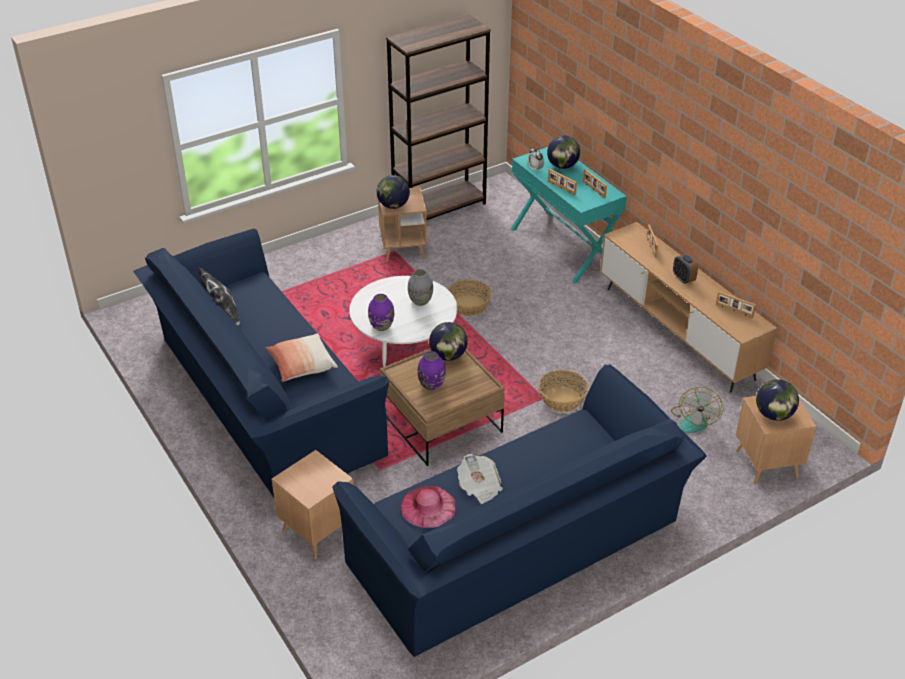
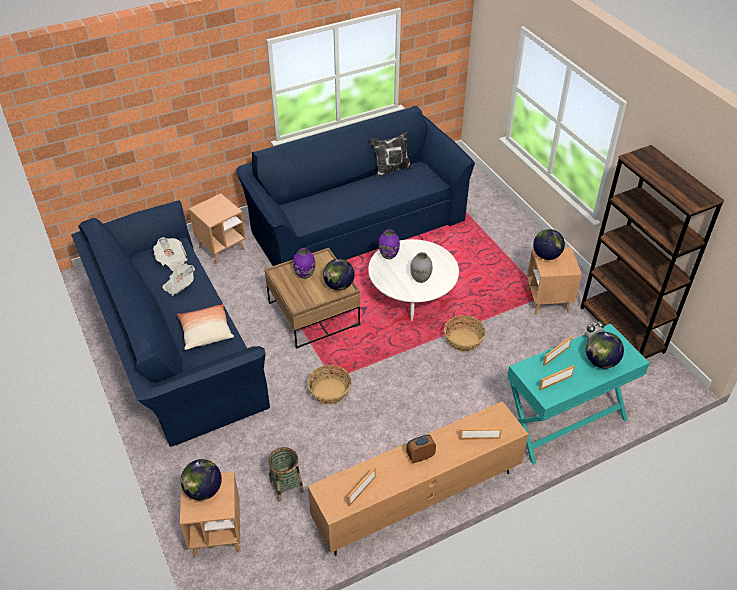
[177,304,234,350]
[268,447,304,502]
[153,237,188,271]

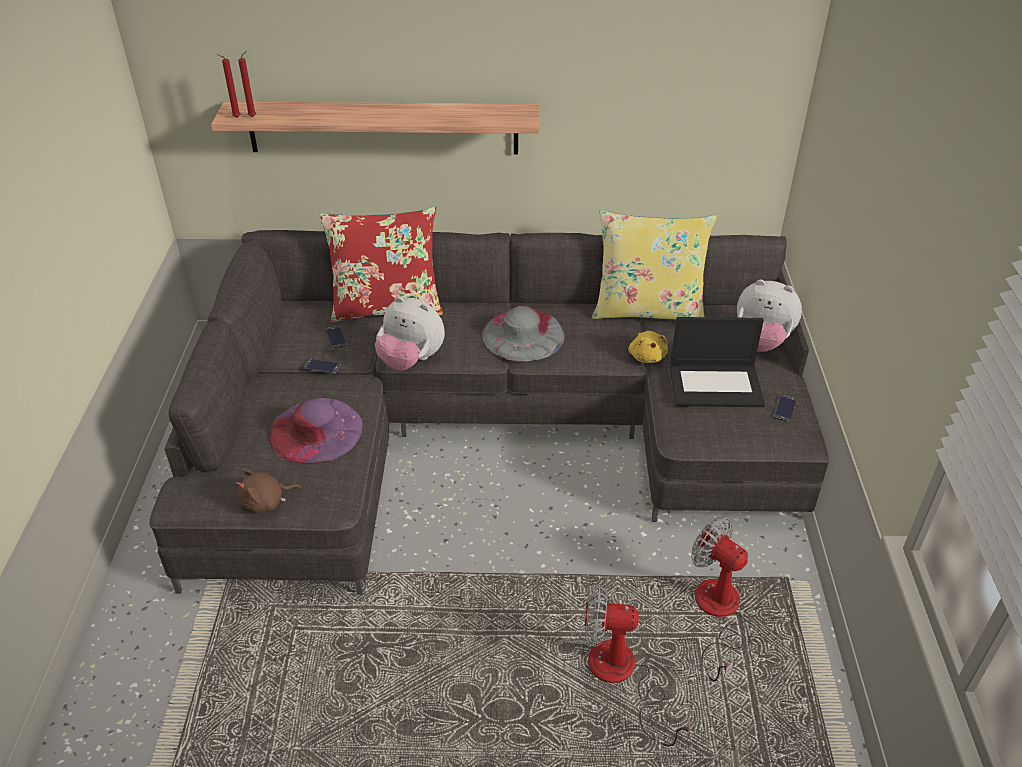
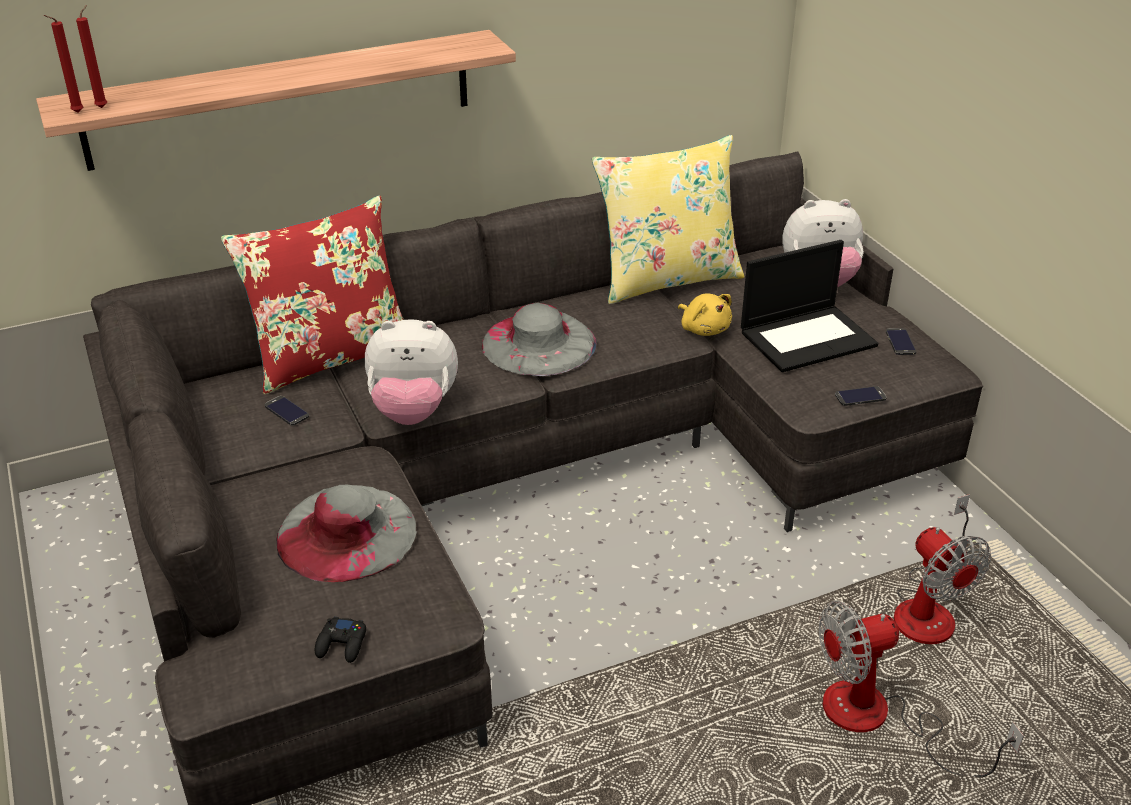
[835,386,887,406]
[277,485,417,582]
[315,617,366,663]
[894,494,991,644]

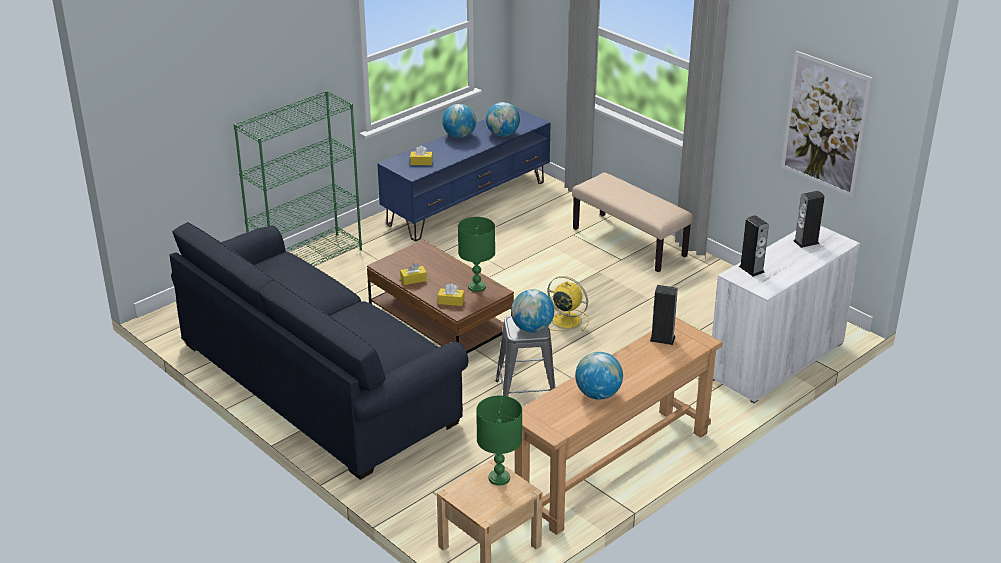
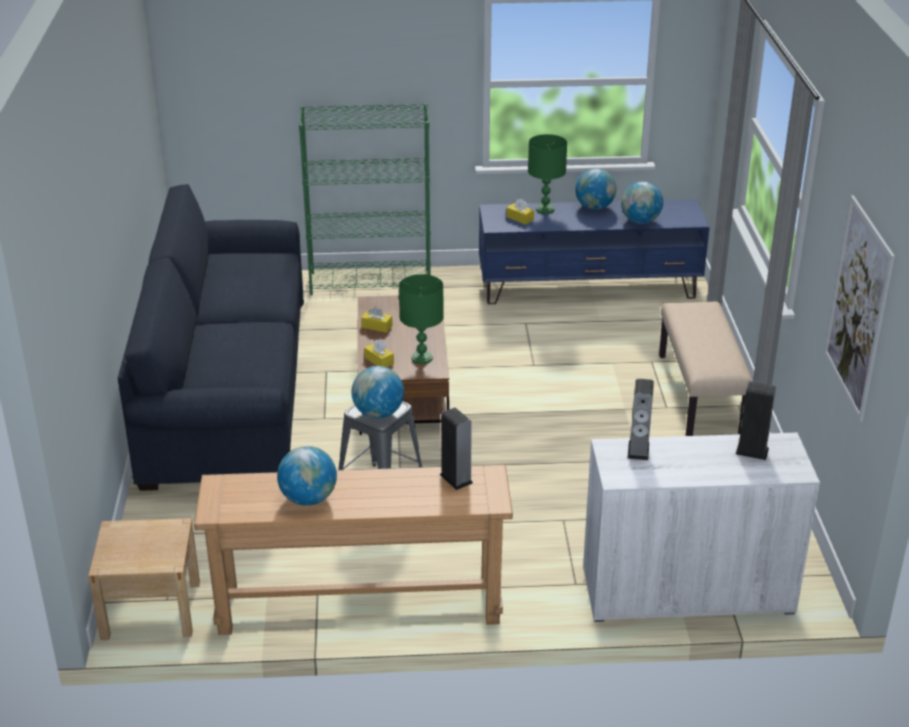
[547,276,589,331] (first image)
[528,134,567,214]

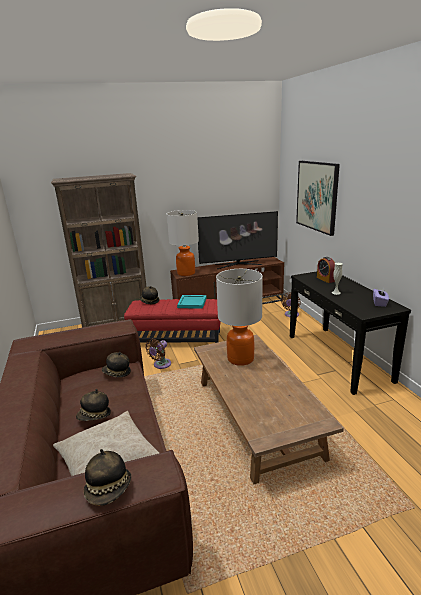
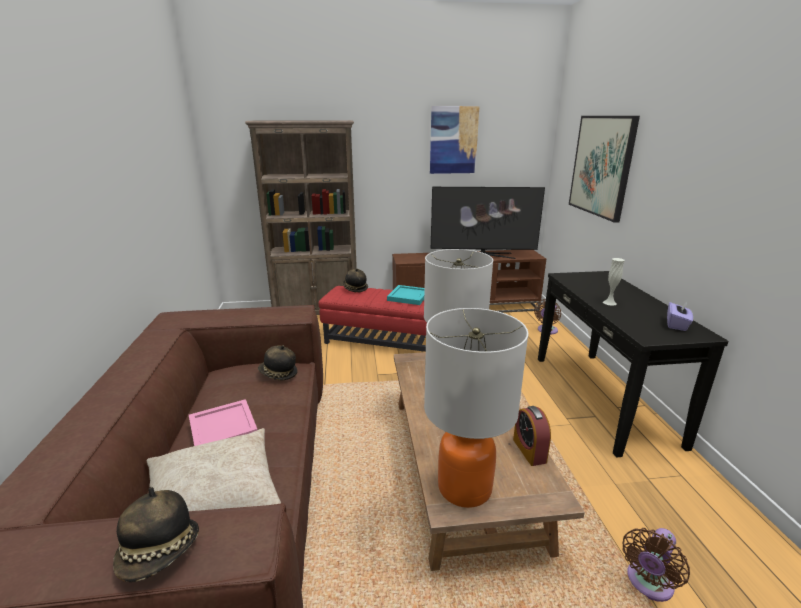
[424,308,528,508]
[513,406,551,466]
[622,528,690,602]
[189,399,258,446]
[430,106,479,174]

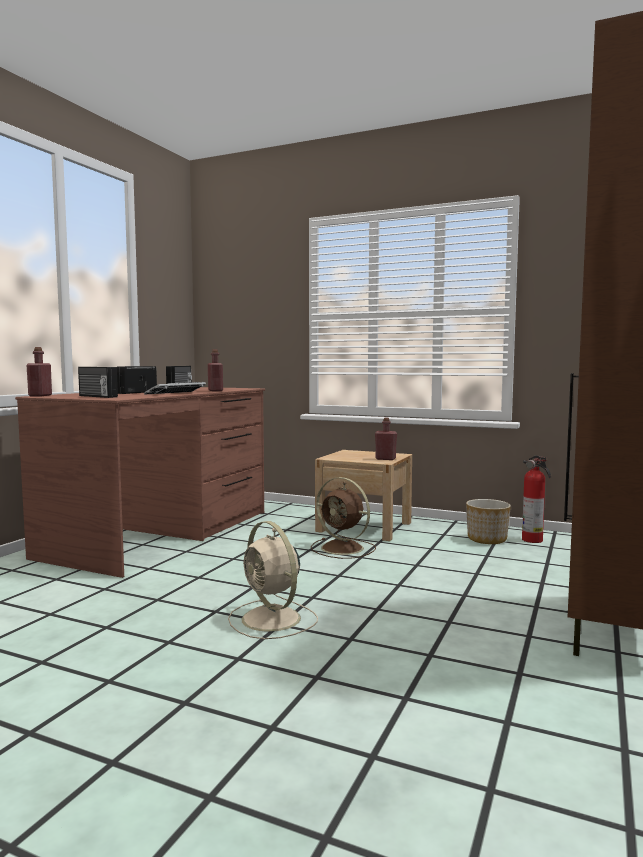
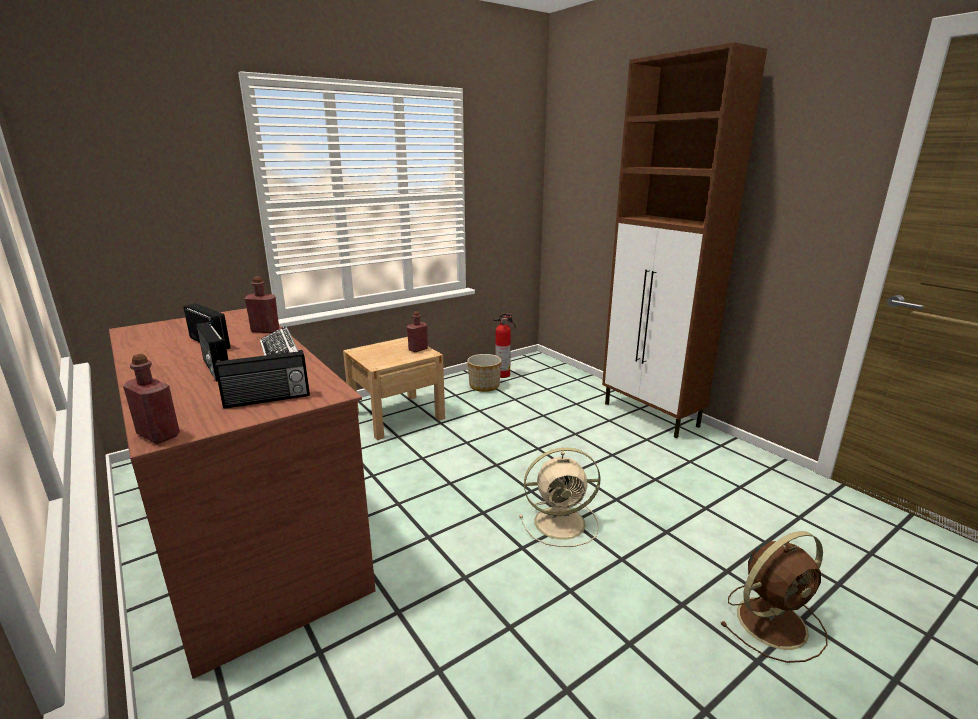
[720,531,827,663]

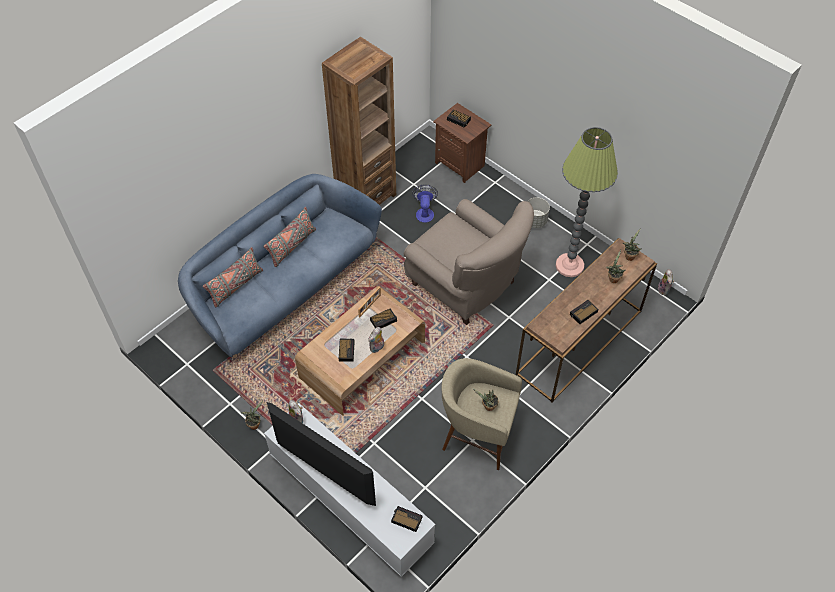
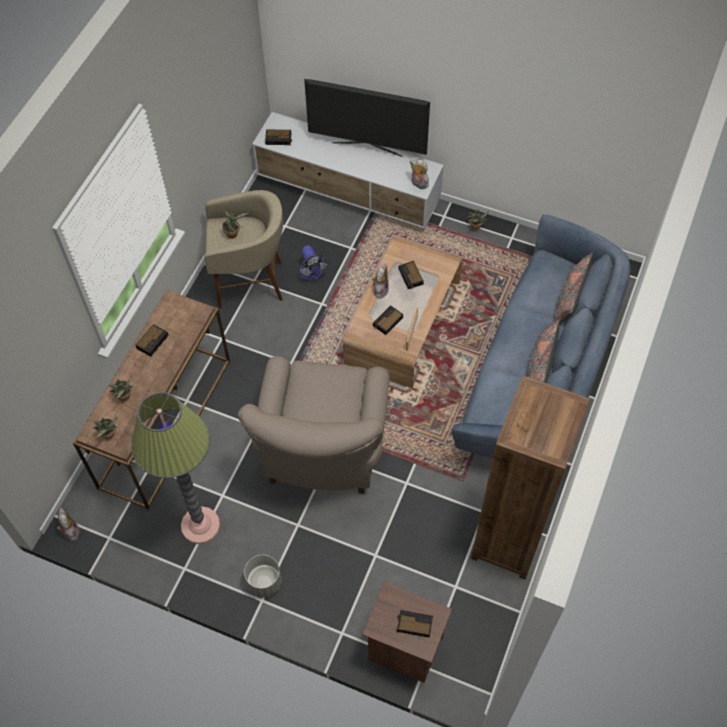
[299,245,329,280]
[238,356,390,494]

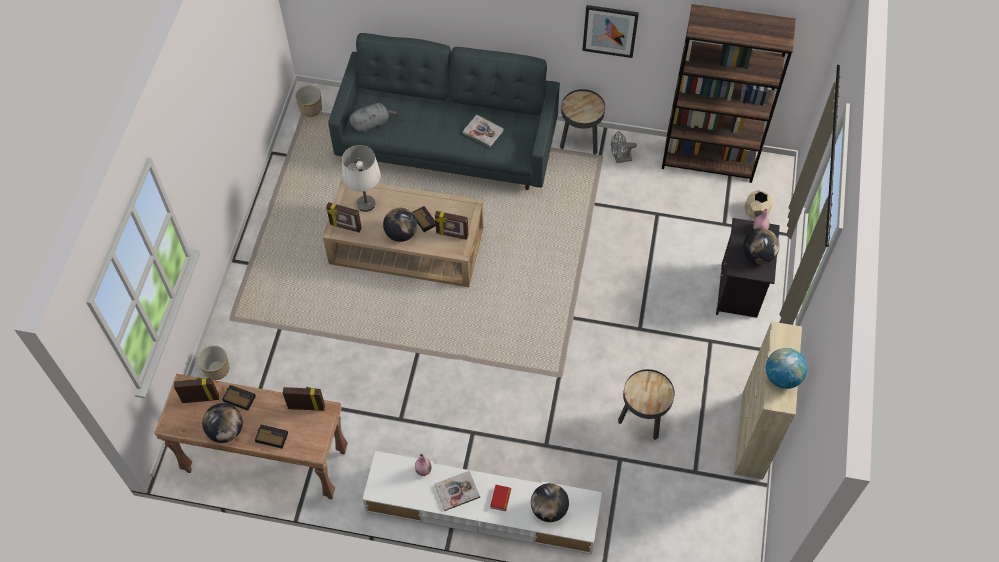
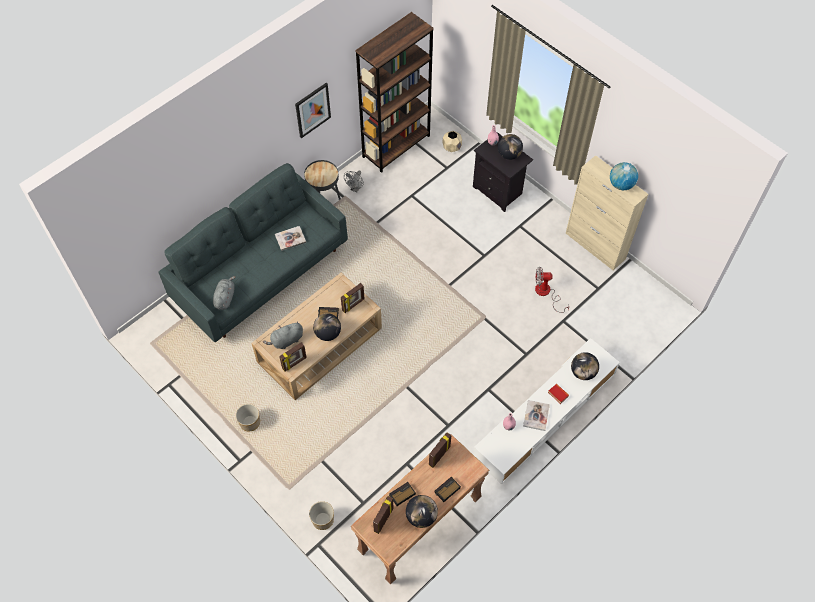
[236,404,260,431]
[263,321,303,349]
[535,267,569,313]

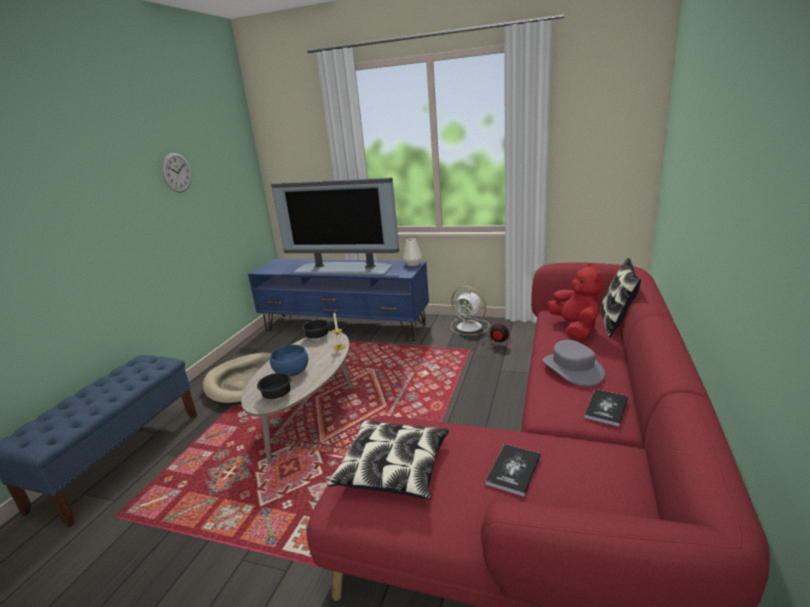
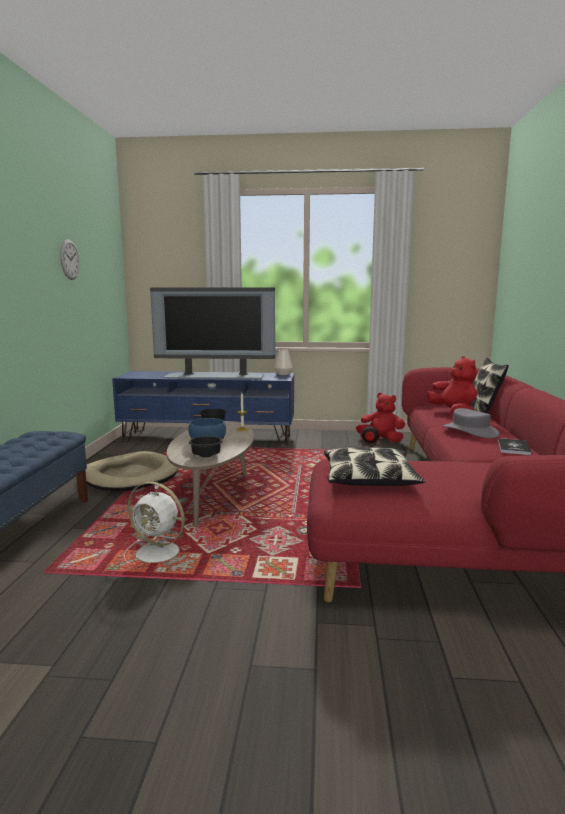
[124,482,191,563]
[486,444,541,496] (first image)
[356,393,405,442]

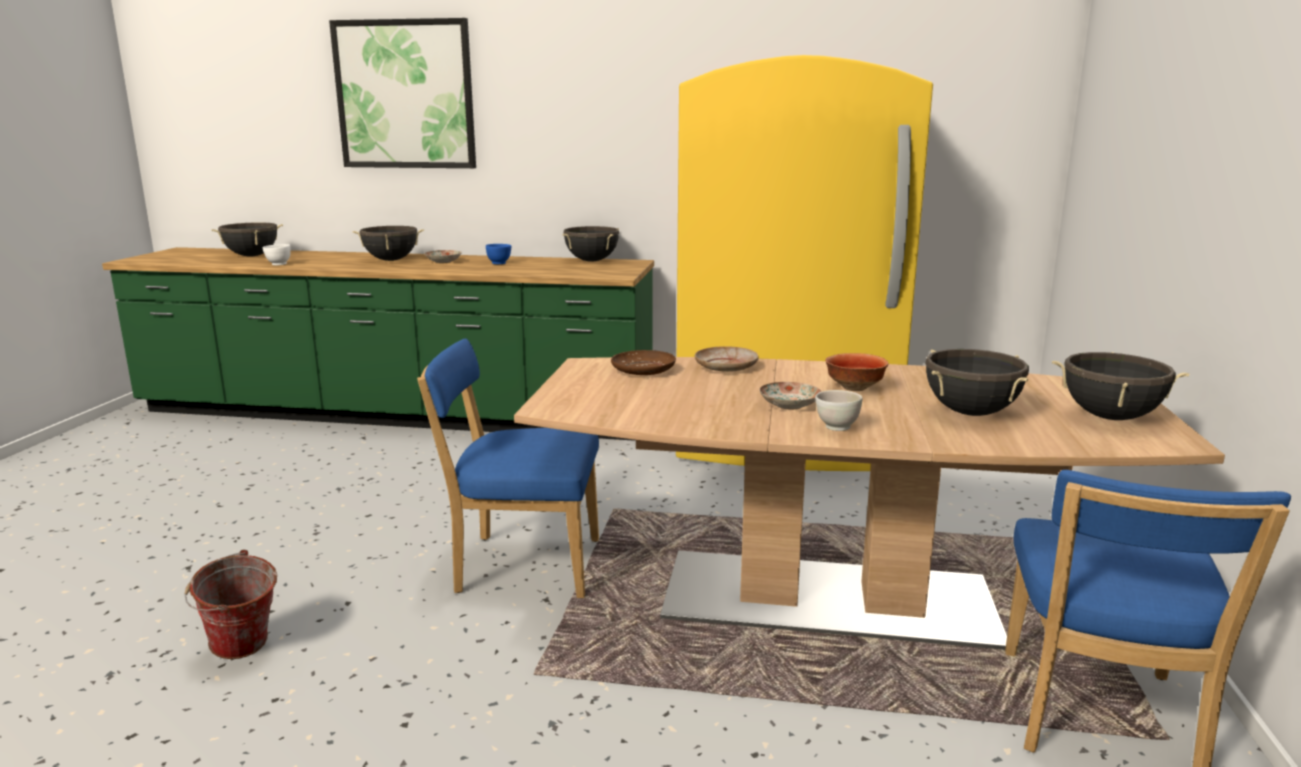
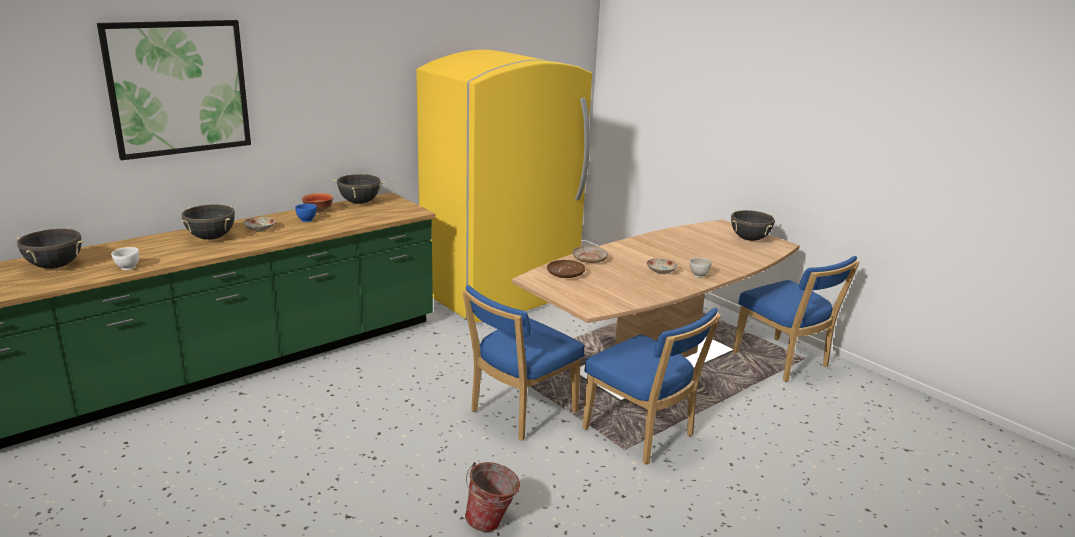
[925,349,1029,416] (first image)
[302,193,334,213]
[582,308,721,465]

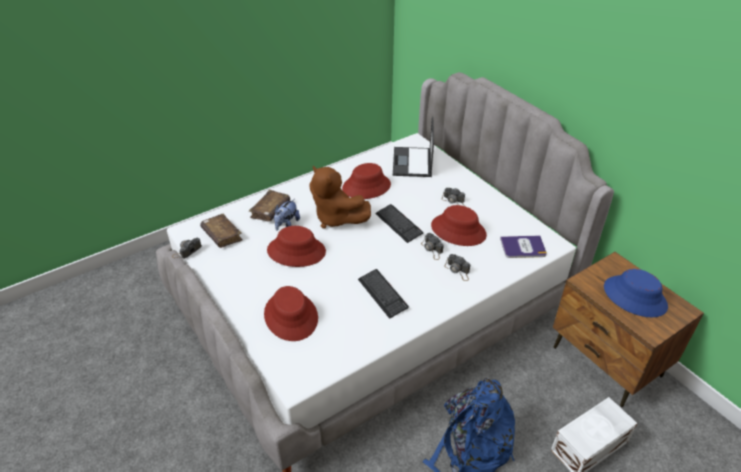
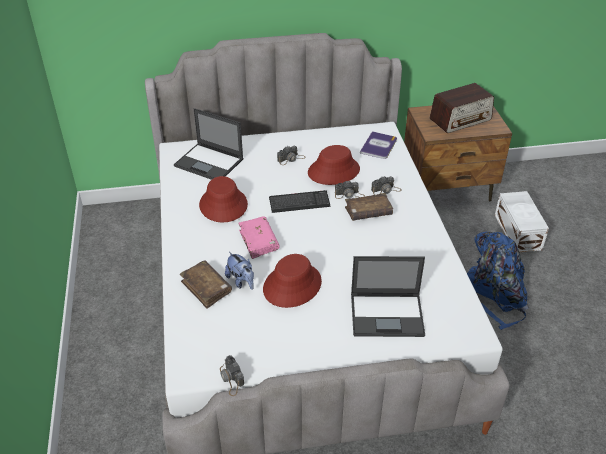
[238,216,280,259]
[345,193,393,221]
[358,269,409,319] (first image)
[429,83,494,133]
[351,256,425,337]

